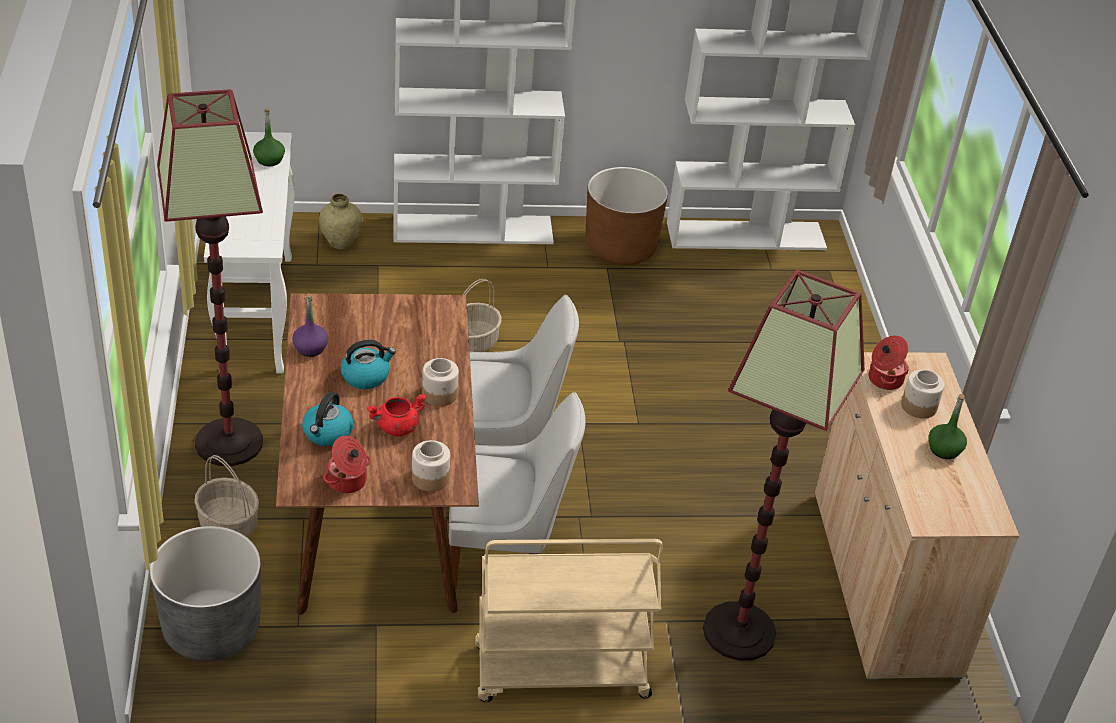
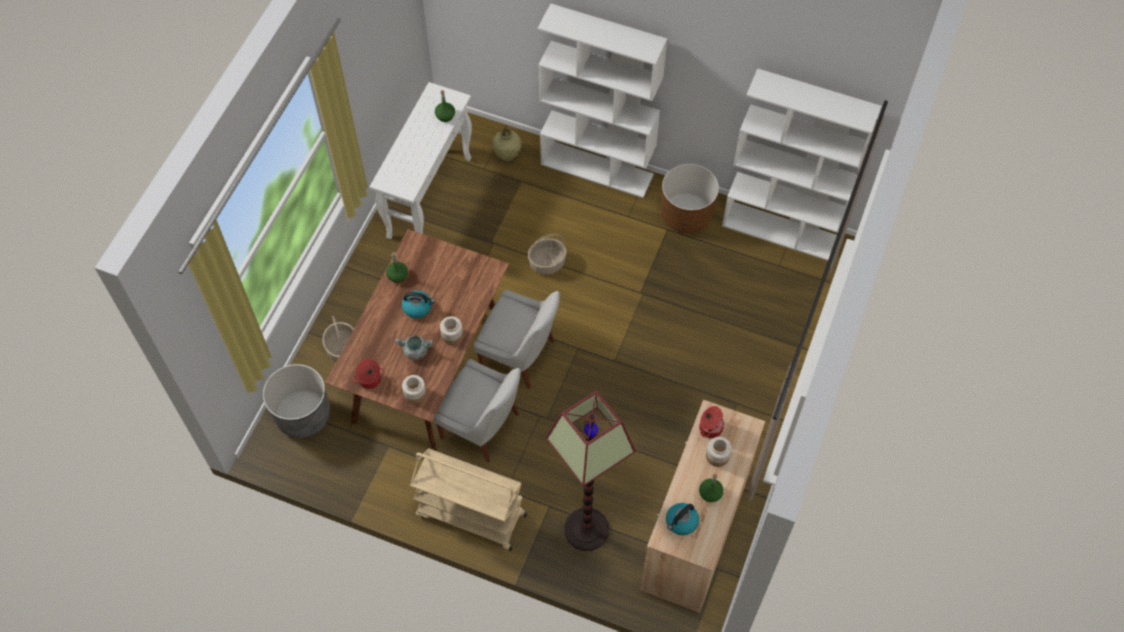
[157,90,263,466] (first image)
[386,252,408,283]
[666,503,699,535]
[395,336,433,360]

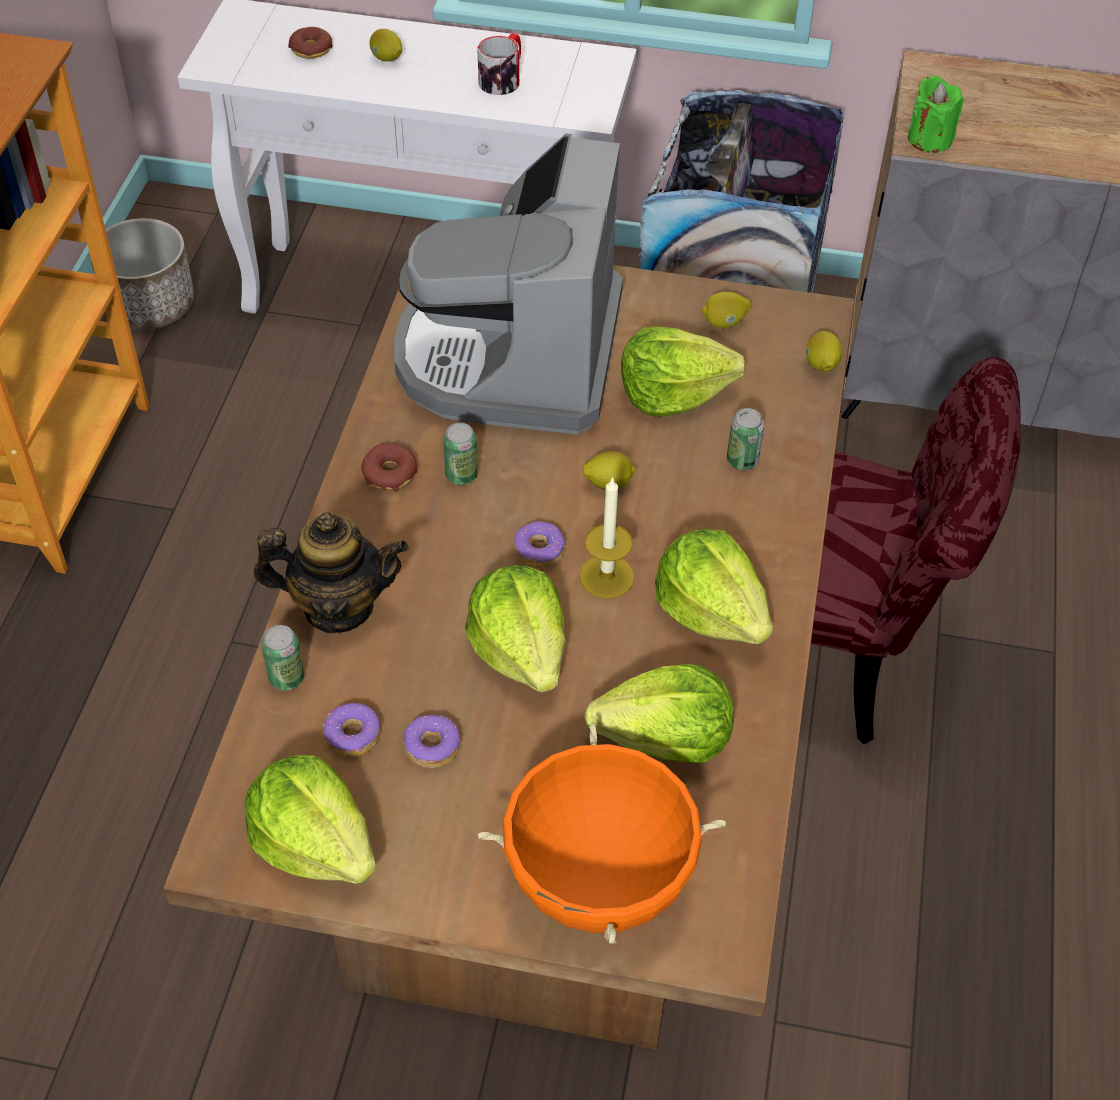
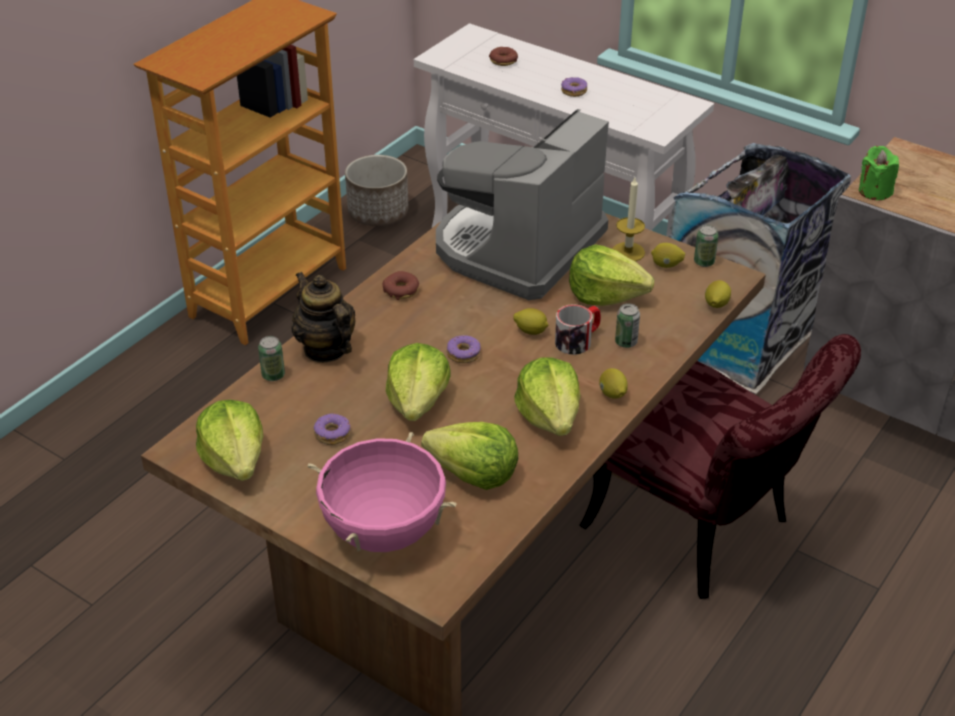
[599,368,628,399]
[555,304,601,355]
[694,225,718,267]
[613,178,645,261]
[291,272,355,363]
[561,77,587,97]
[308,432,457,552]

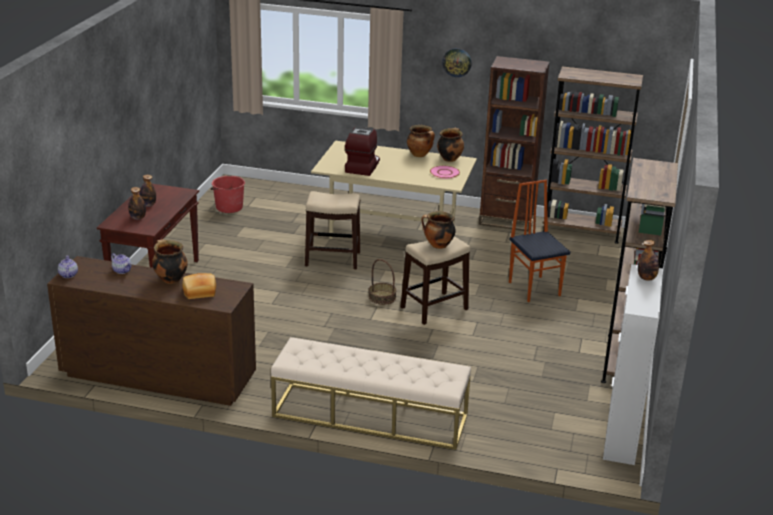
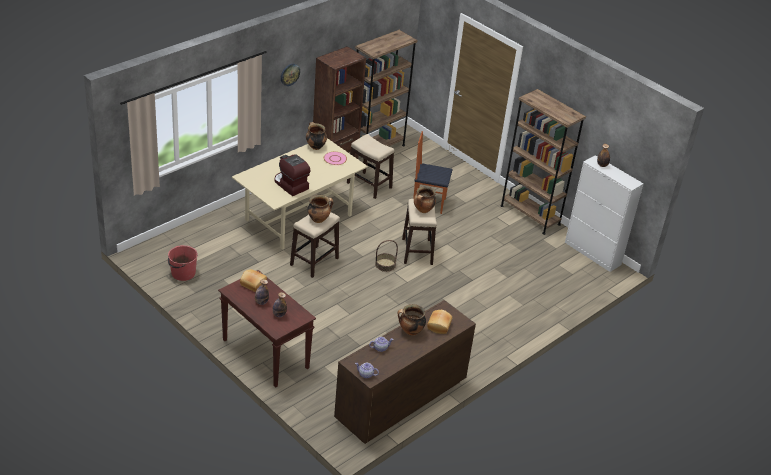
[308,195,333,223]
[271,337,471,450] (first image)
[347,134,394,199]
[240,269,267,292]

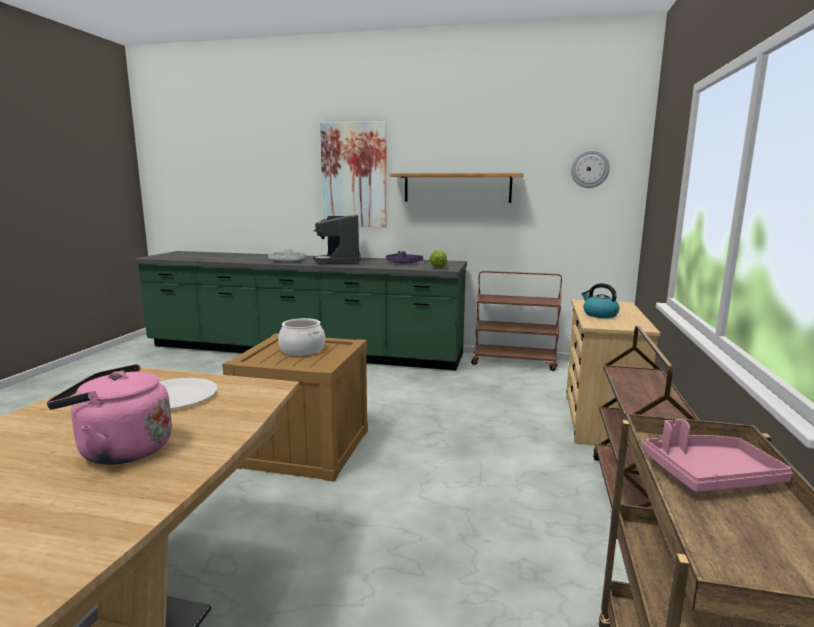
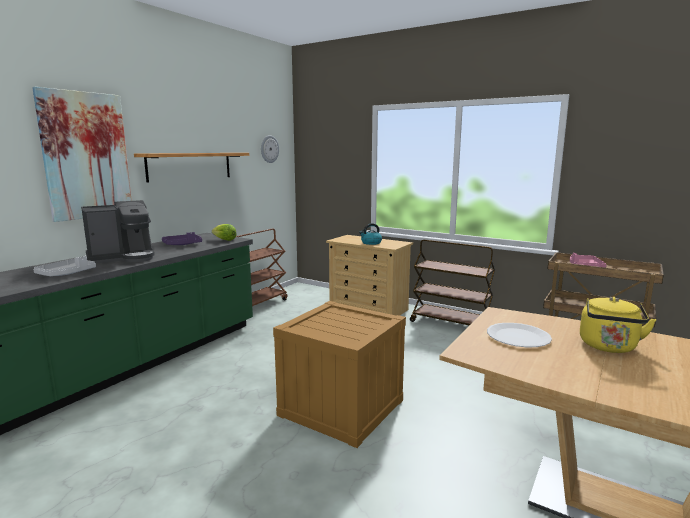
[81,200,155,264]
[278,318,325,356] (first image)
[580,297,656,353]

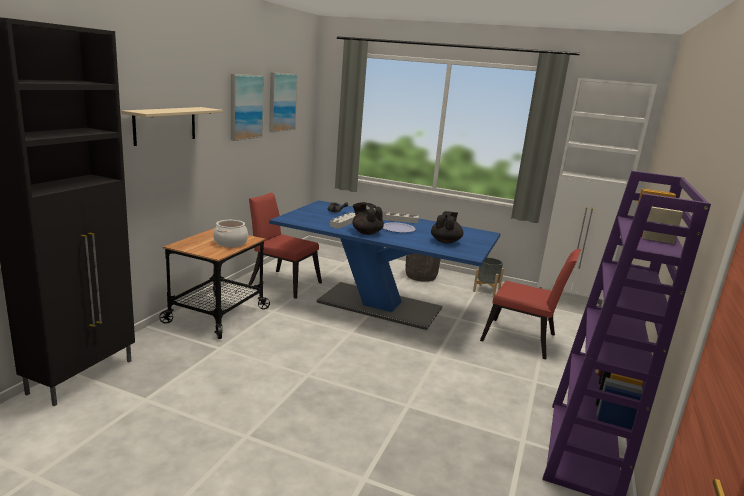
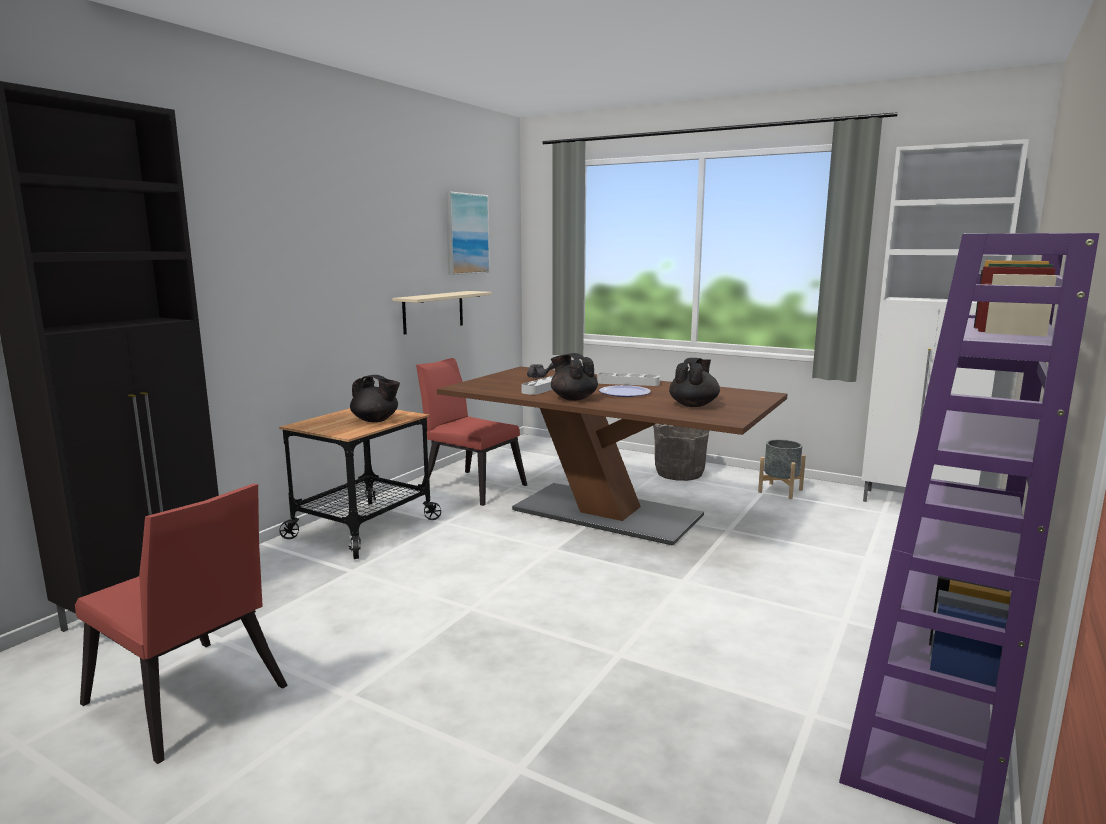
[231,74,264,141] (first image)
[392,291,492,334]
[437,366,787,545]
[350,375,400,422]
[75,484,288,764]

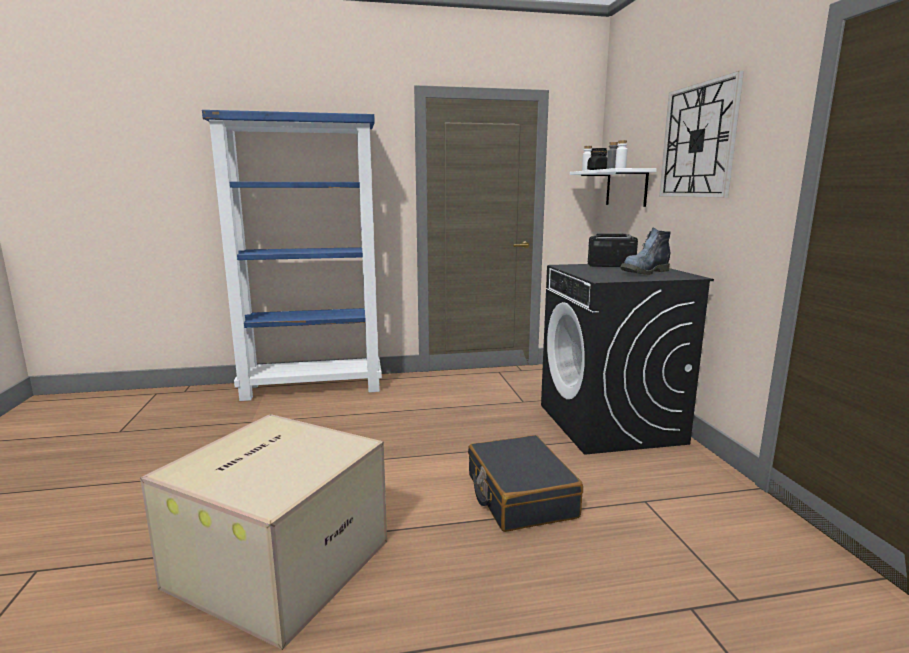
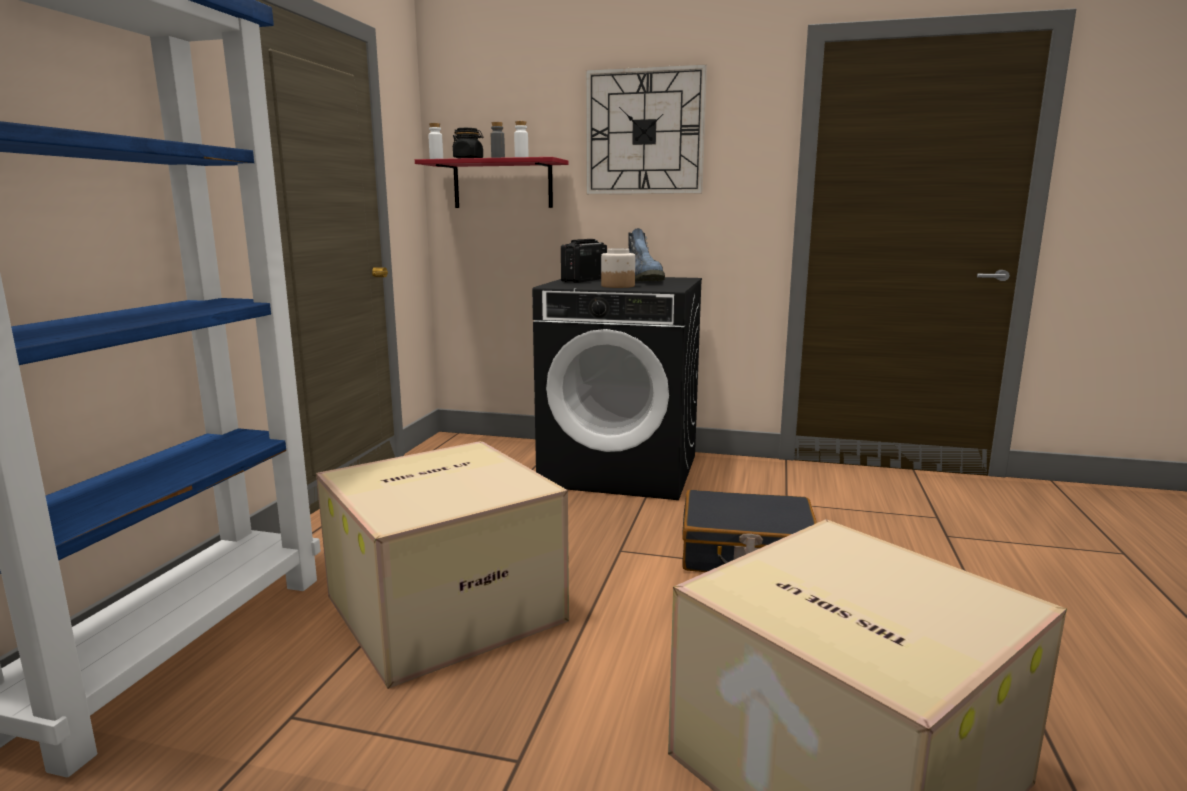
[415,157,569,208]
[601,248,635,288]
[316,441,569,689]

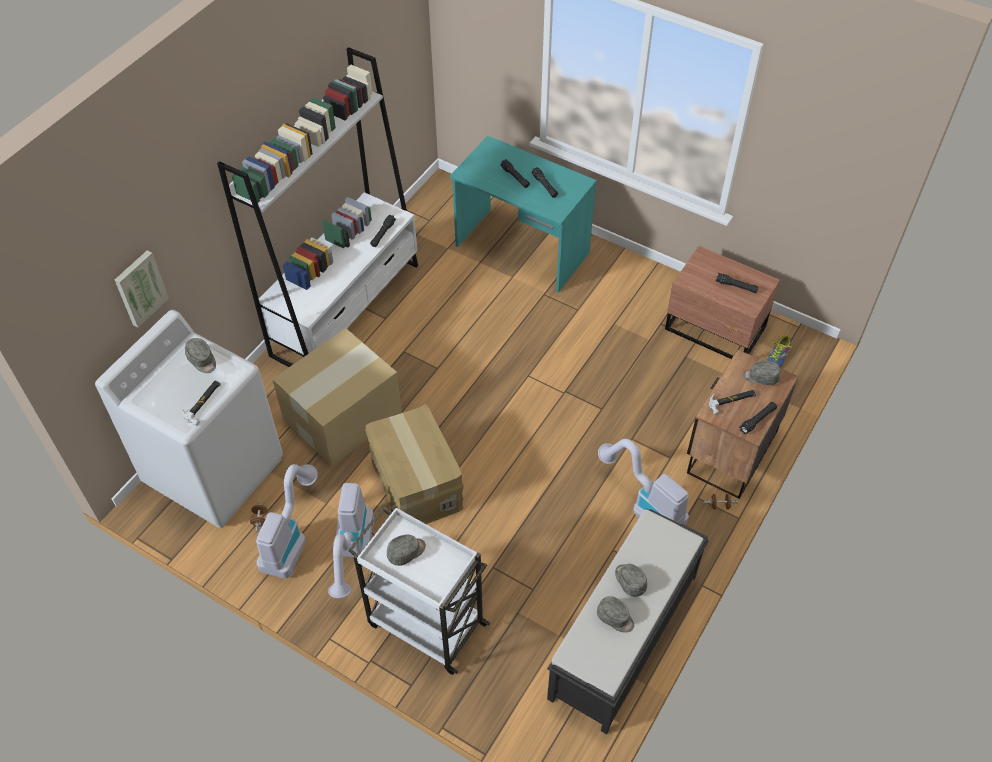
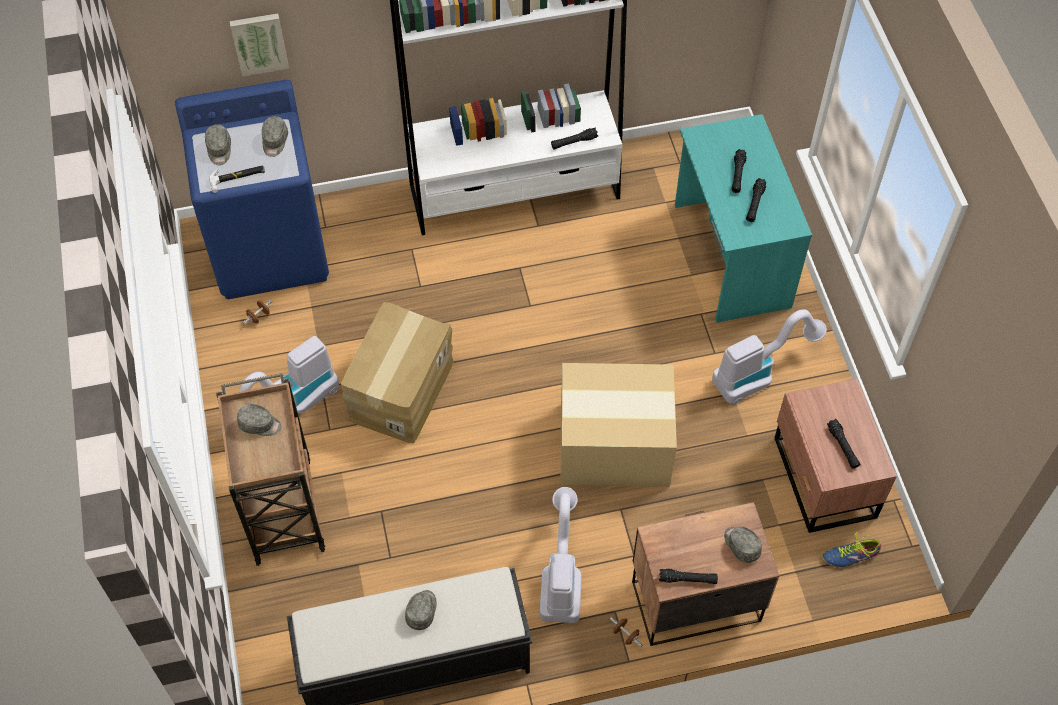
[175,80,329,299]
[560,363,677,487]
[709,390,756,415] (first image)
[712,309,827,405]
[216,373,325,566]
[205,124,231,165]

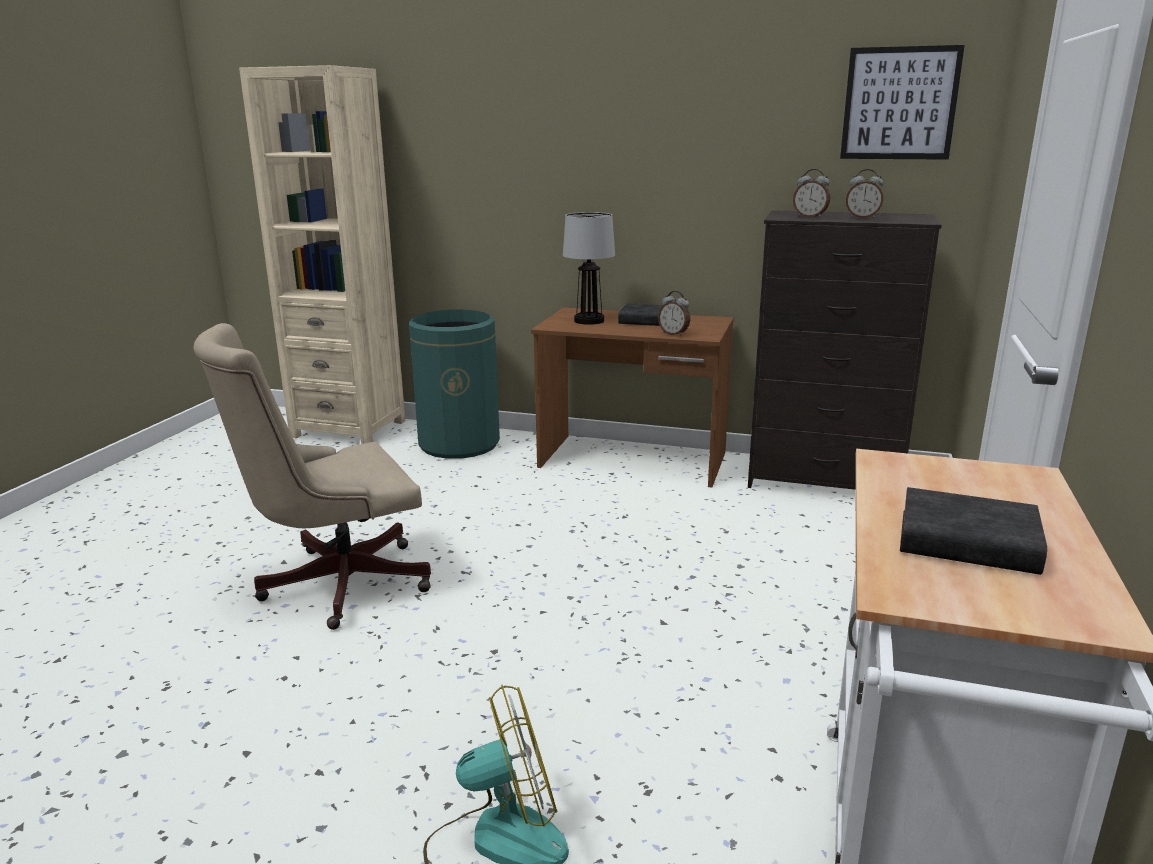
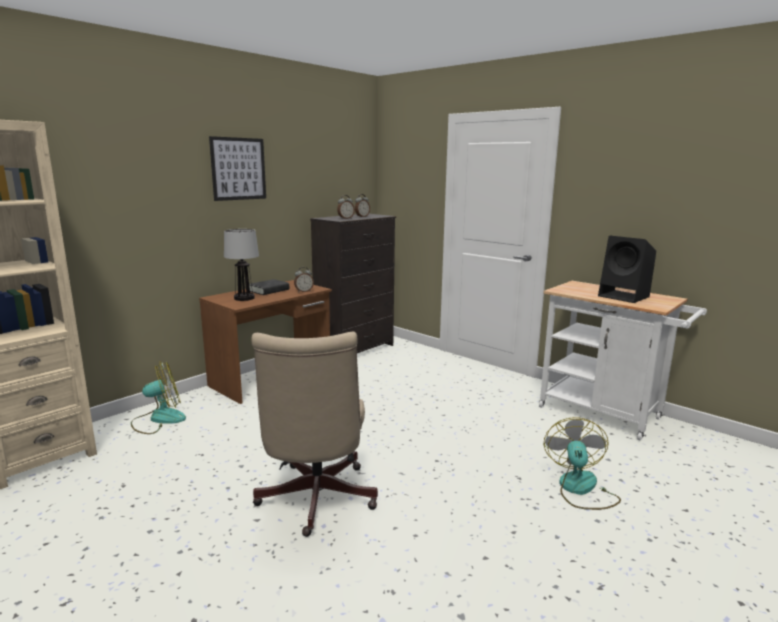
[209,136,266,201]
[131,361,186,434]
[598,236,656,303]

